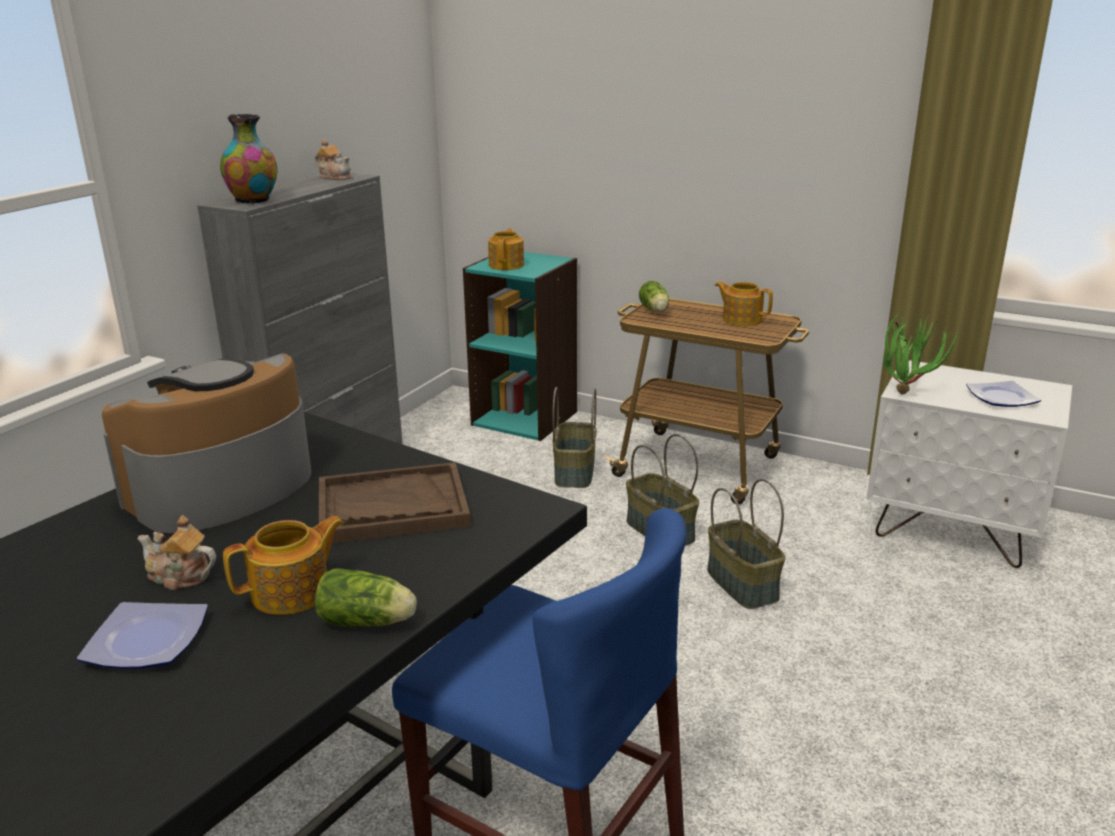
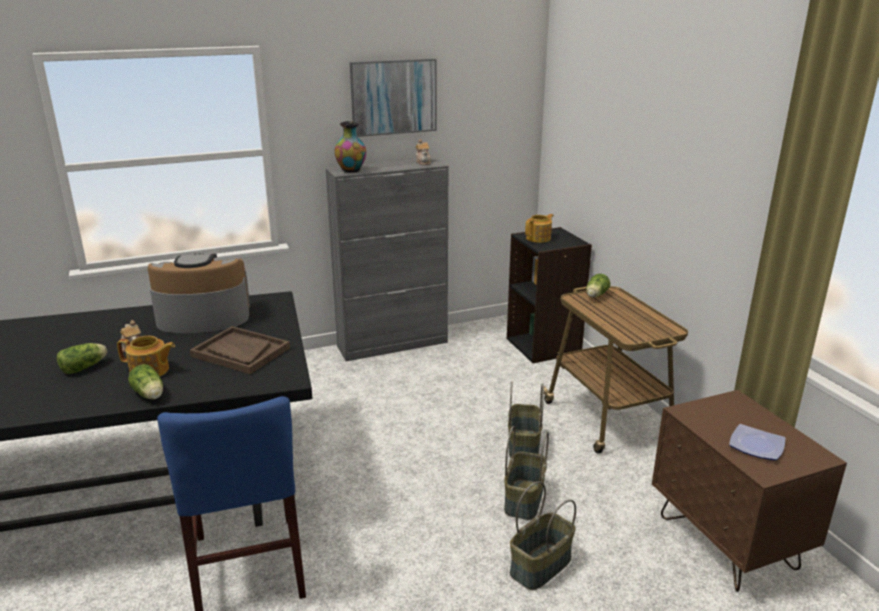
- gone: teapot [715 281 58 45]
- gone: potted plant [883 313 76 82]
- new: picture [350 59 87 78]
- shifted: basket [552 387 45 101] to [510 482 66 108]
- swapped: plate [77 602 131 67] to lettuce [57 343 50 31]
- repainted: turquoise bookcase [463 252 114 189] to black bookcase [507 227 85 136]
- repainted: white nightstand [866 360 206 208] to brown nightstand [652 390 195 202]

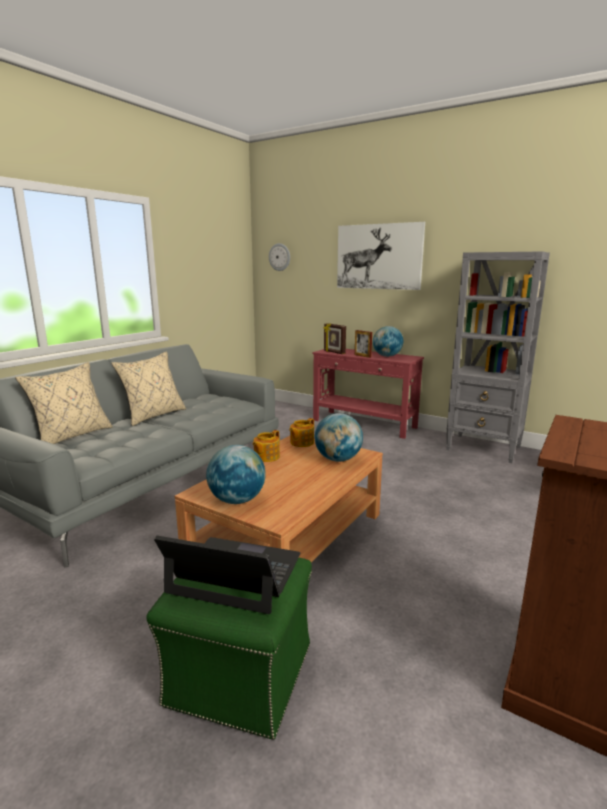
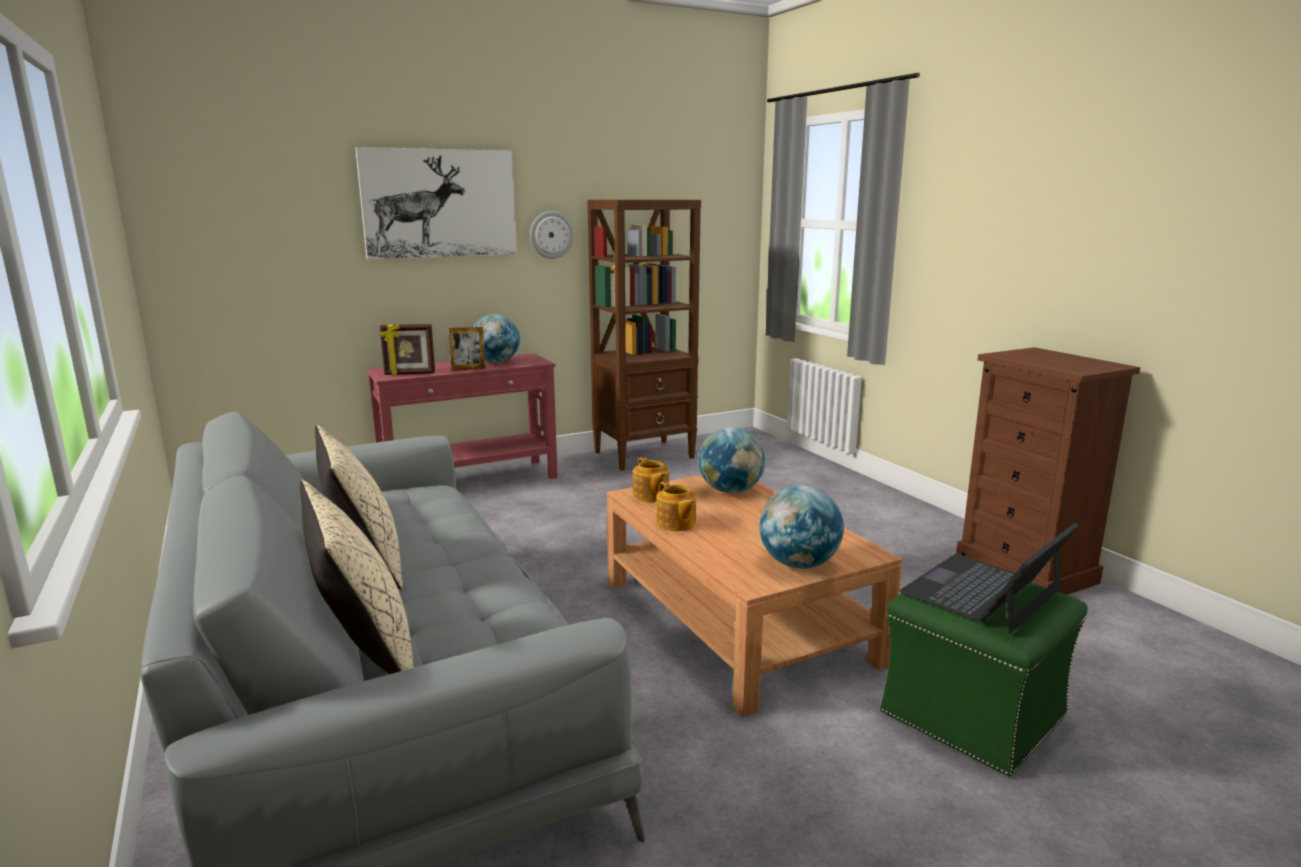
- shifted: wall clock [269 243 21 28] to [530 211 44 48]
- repainted: grey bookcase [446 251 104 212] to brown bookcase [587 199 114 272]

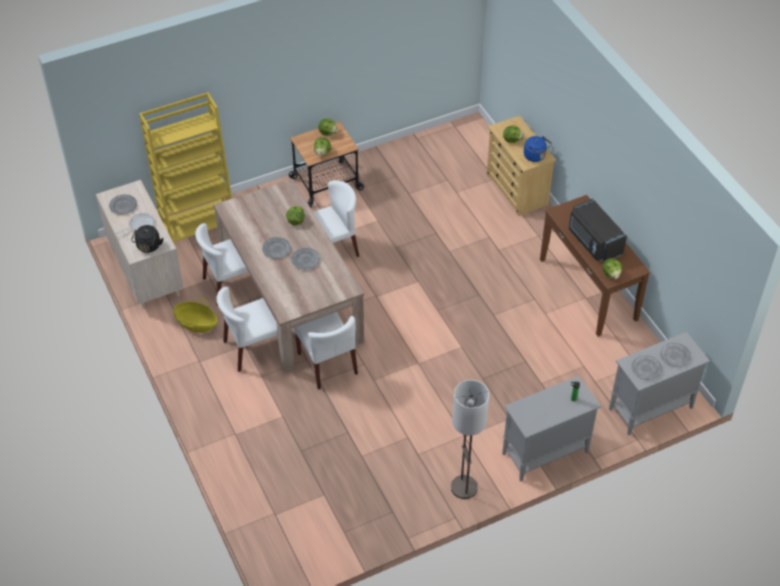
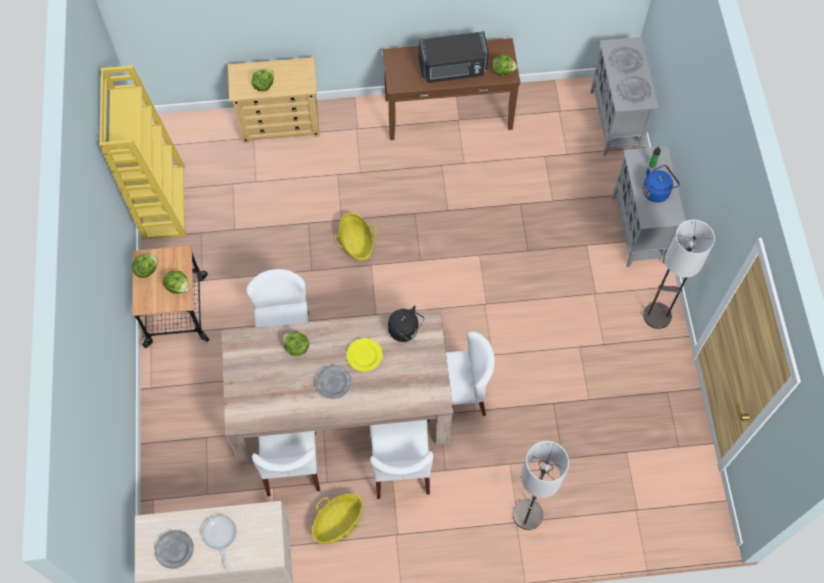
- new: basket [335 213 42 48]
- new: floor lamp [513 441 56 89]
- shifted: black kettle [131 225 32 28] to [388 306 36 36]
- shifted: yellow bookcase [139 92 93 151] to [99 65 87 175]
- shifted: blue kettle [524 136 28 26] to [643 165 37 38]
- repainted: grey plate [291 248 29 21] to yellow plate [346 338 36 34]

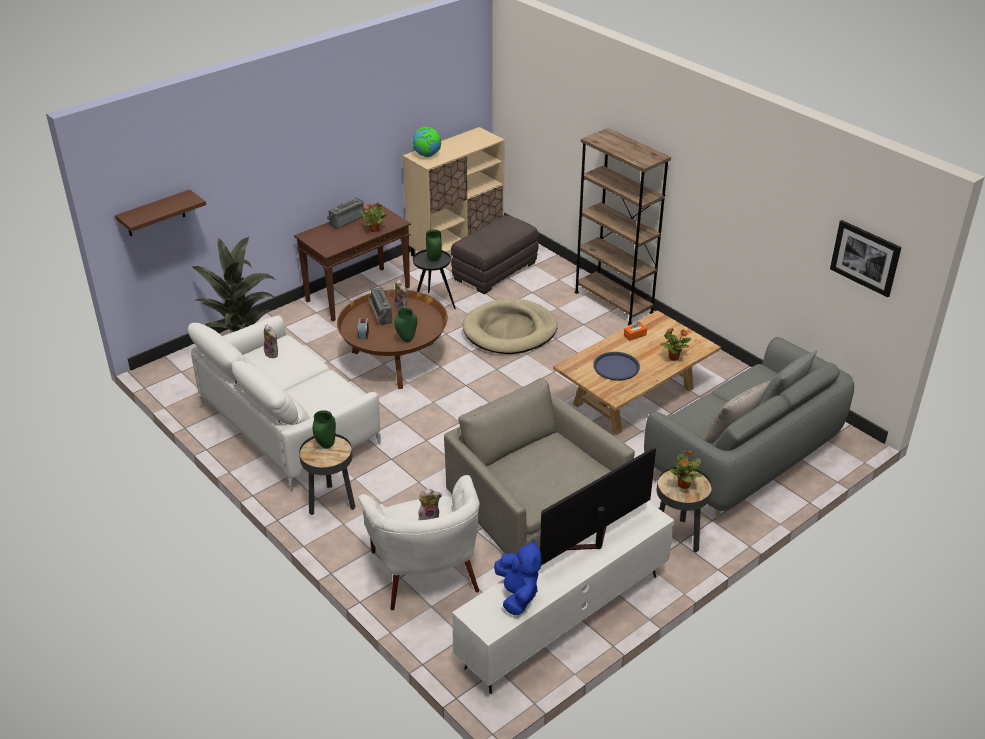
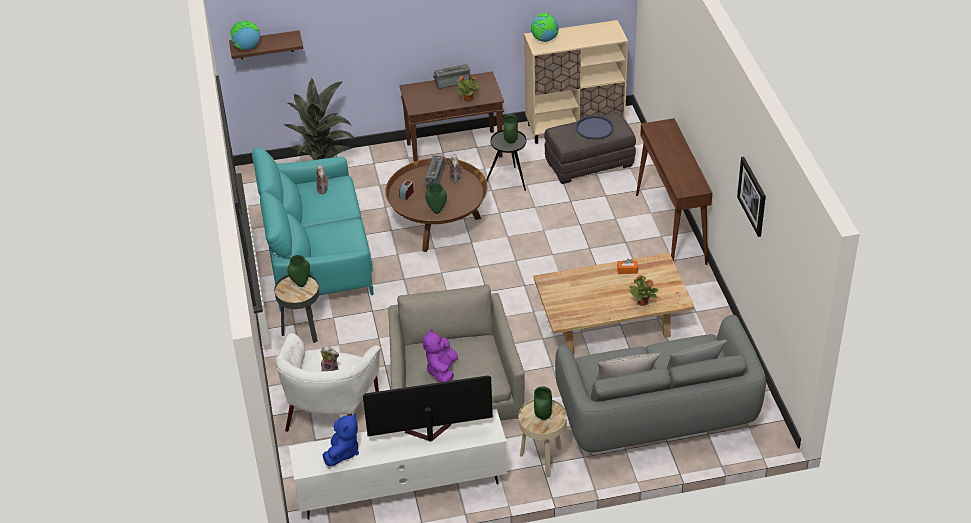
- gone: beige dog bed [463 299 95 55]
- new: globe [230 20 30 30]
- new: purple plush toy [423 329 35 53]
- shifted: blue tray [594 352 46 29] to [575 115 39 24]
- shifted: picture [830 220 72 77] to [737 157 29 80]
- swapped: brown bookcase [574 128 97 198] to brown console table [636 118 76 147]
- swapped: potted plant [669 450 32 39] to green vase [534 386 18 34]
- repainted: white sofa [188 316 193 176] to turquoise sofa [252 148 122 163]
- repainted: black side table [657 466 55 87] to beige side table [518 399 49 79]

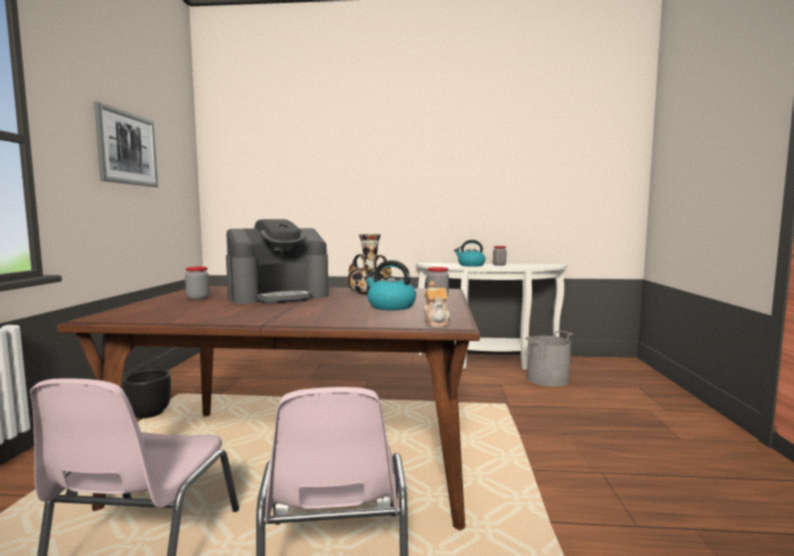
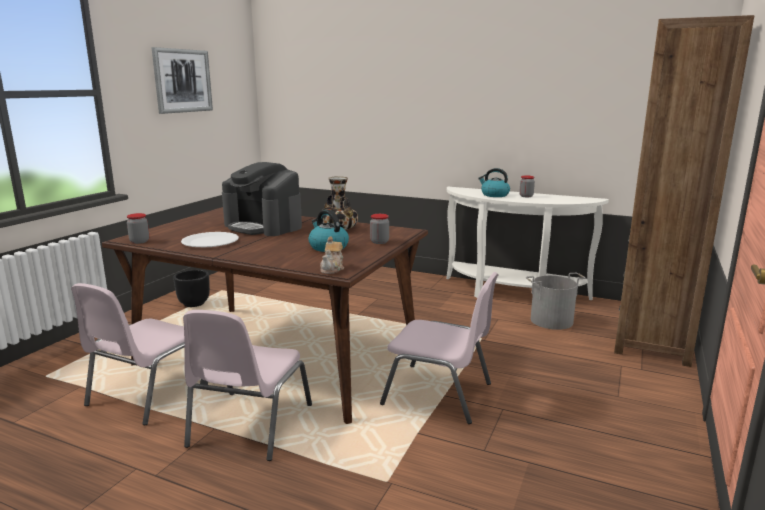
- new: white plate [181 232 58 15]
- new: pink chair [380 272 119 152]
- new: brown bookcase [614 15 140 352]
- shifted: jar [185 267 25 33] to [127 213 22 31]
- rotated: coffee machine [226 219 103 85] = [222 162 80 74] 45 degrees clockwise

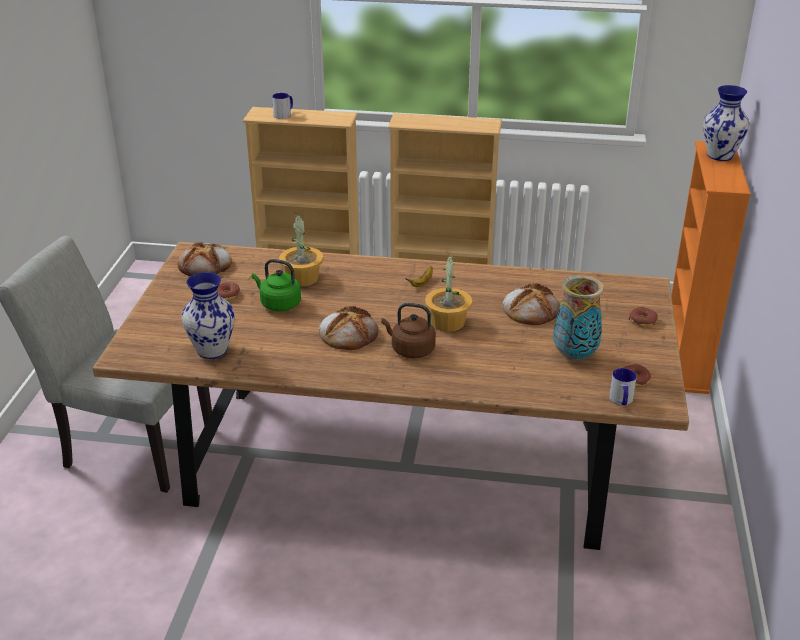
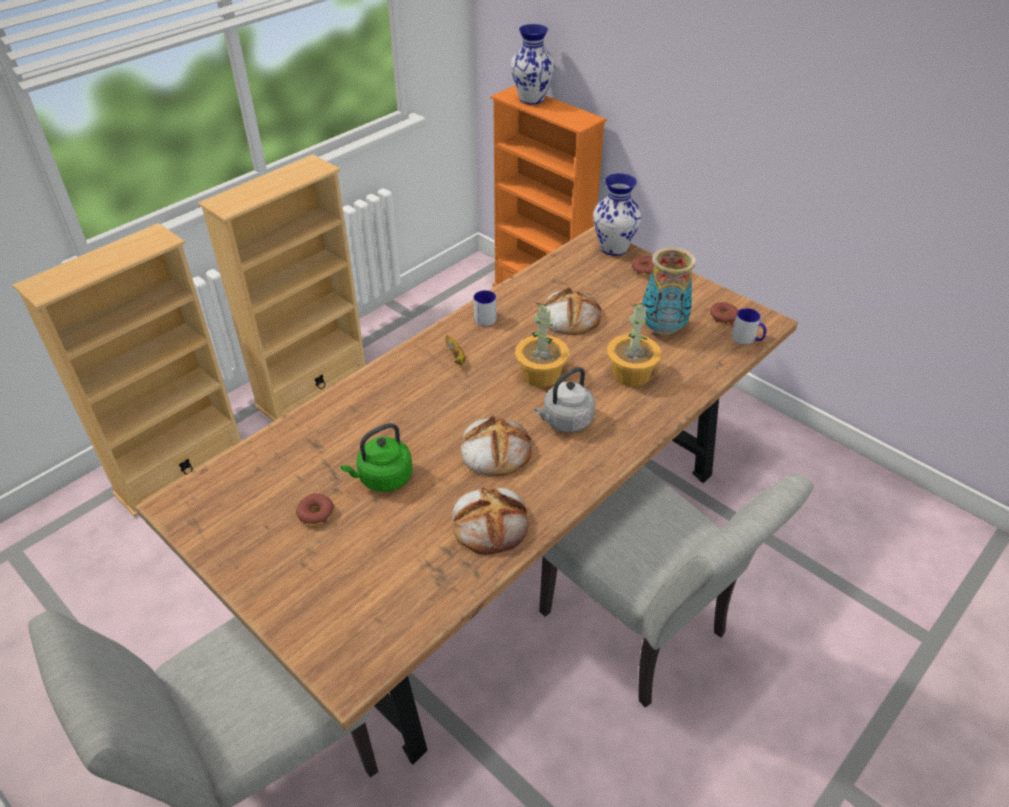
- new: grey chair [539 466 275 241]
- shifted: bread [178 242 54 34] to [452 486 76 69]
- shifted: vase [181 272 54 87] to [593 173 49 83]
- shifted: mug [272 93 21 26] to [474 290 22 36]
- shifted: potted plant [279 212 45 75] to [607 303 55 84]
- repainted: brown kettle [382 303 54 55] to grey kettle [535 367 60 65]

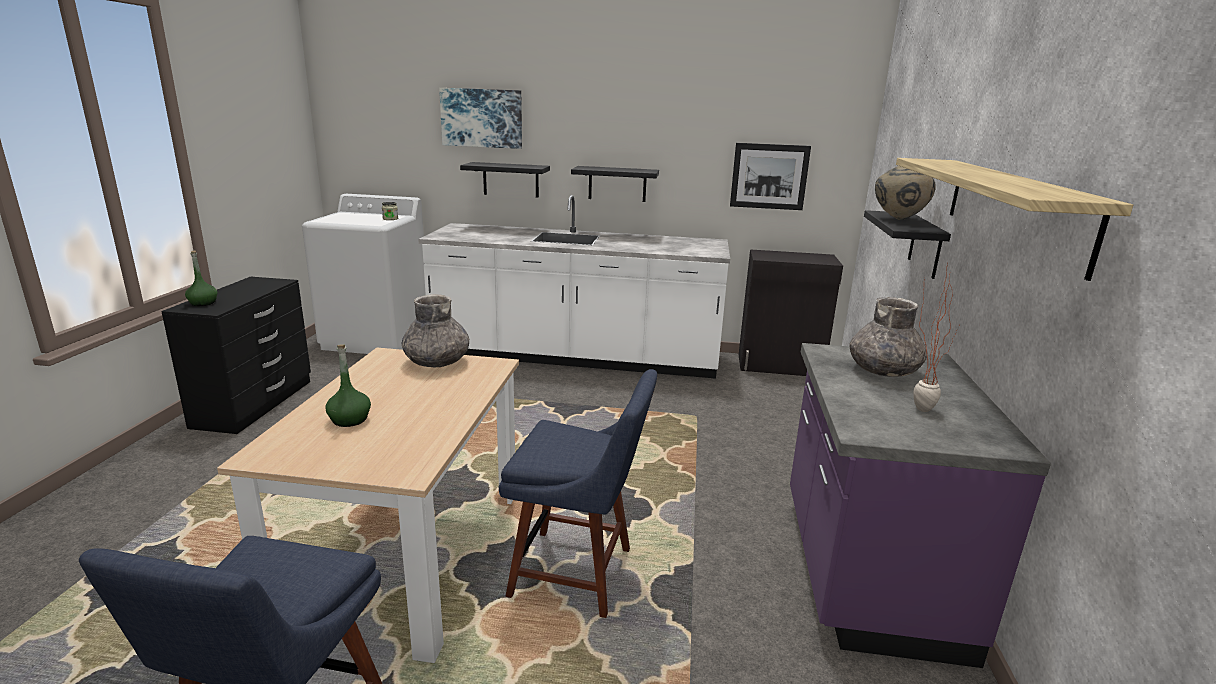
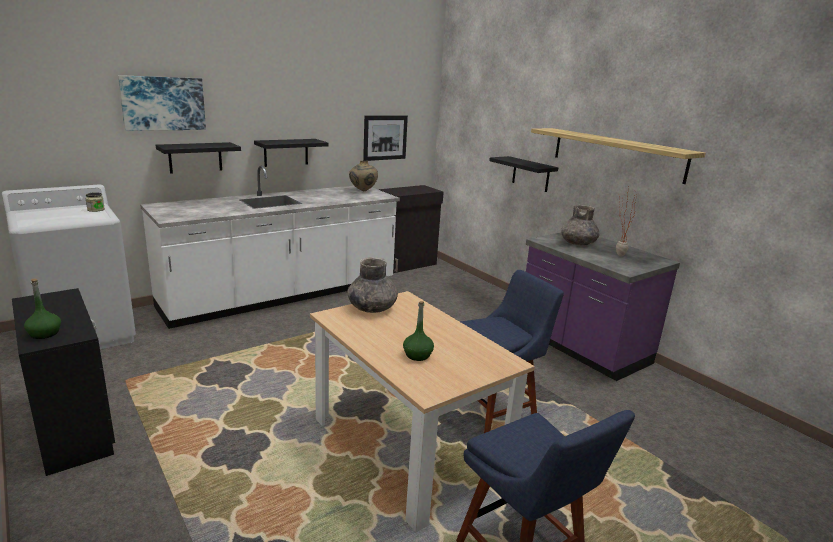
- shifted: beige vase [875 166 61 54] to [349 161 29 30]

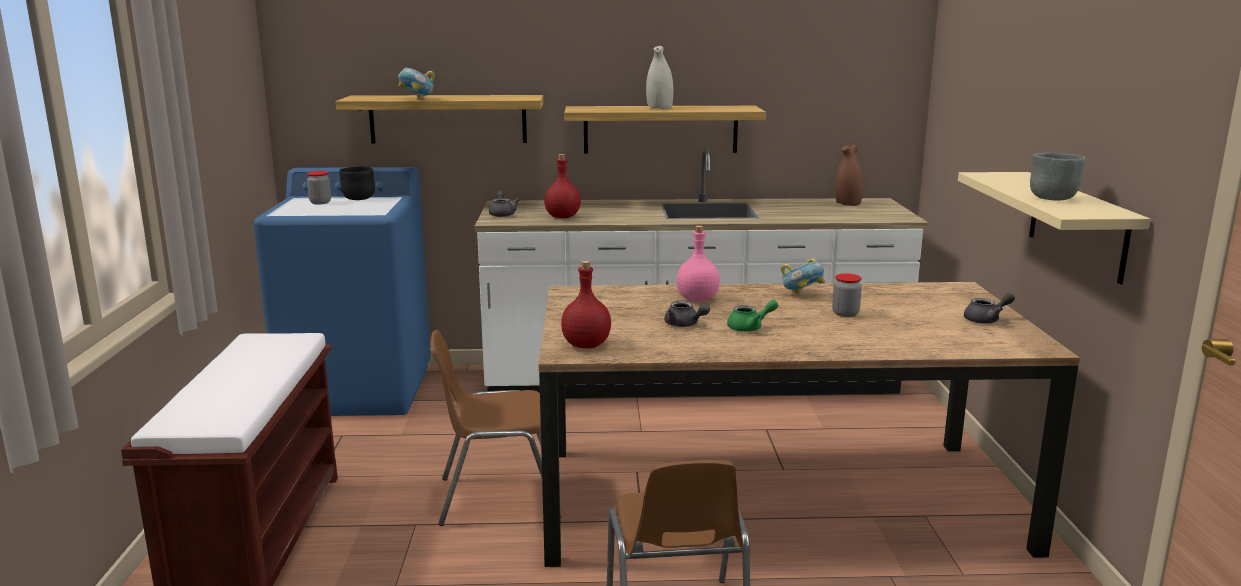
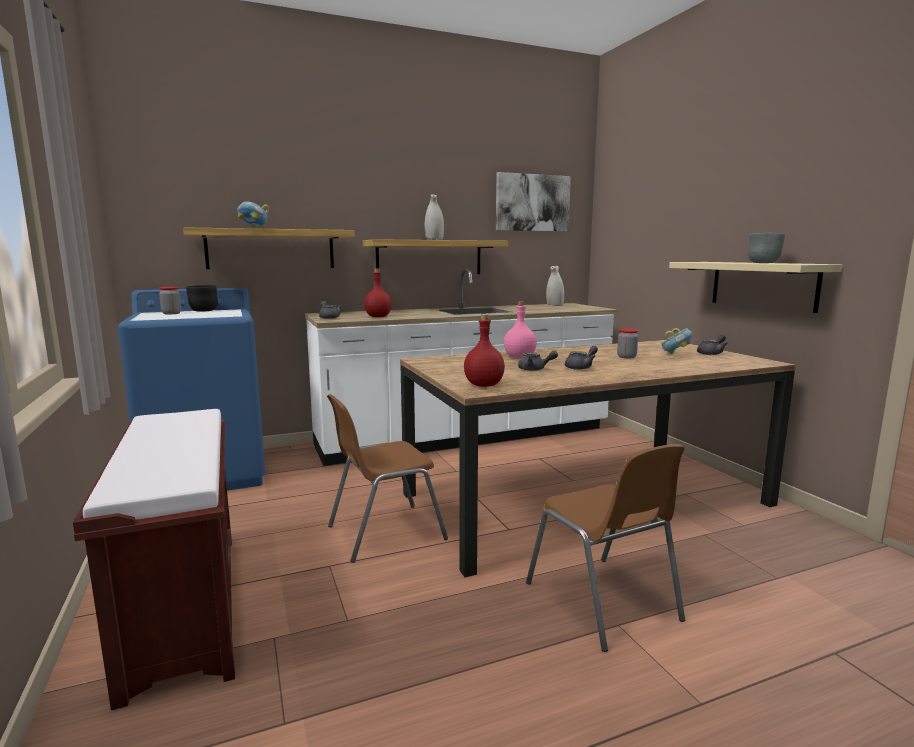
- new: picture [496 172 75 59]
- shifted: bowl [781 258 43 36] to [661 328 31 26]
- repainted: green teapot [727 300 51 32] to grey teapot [565 346 33 24]
- repainted: brown vase [835 145 28 61] to white vase [546 266 18 40]

